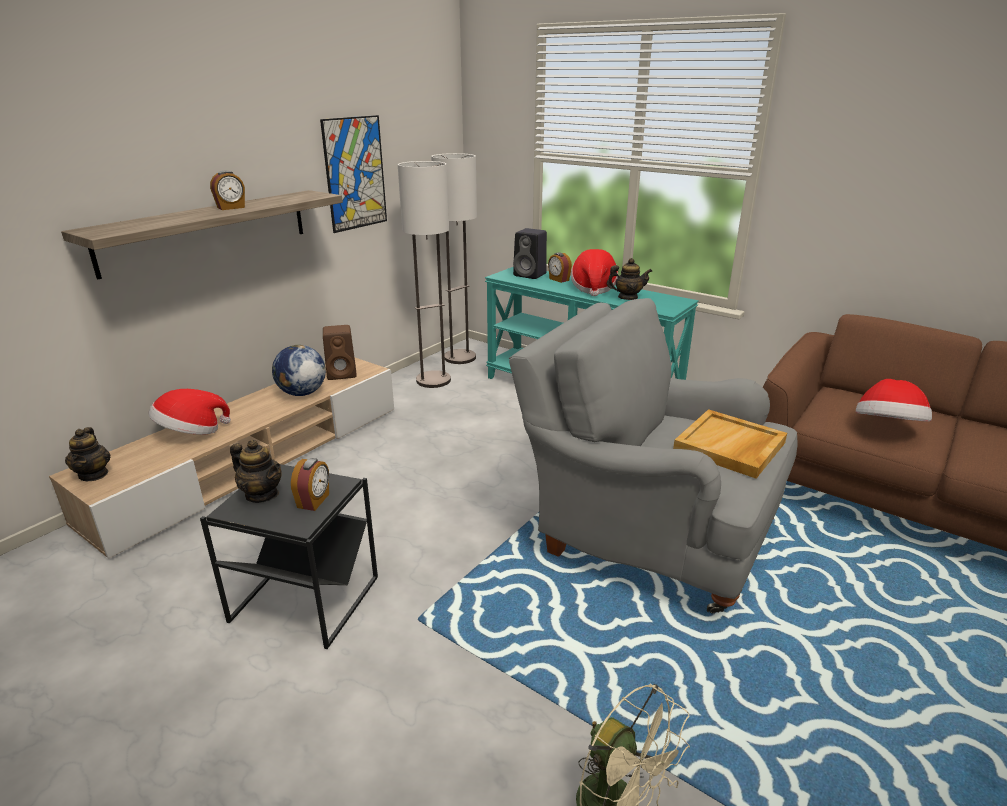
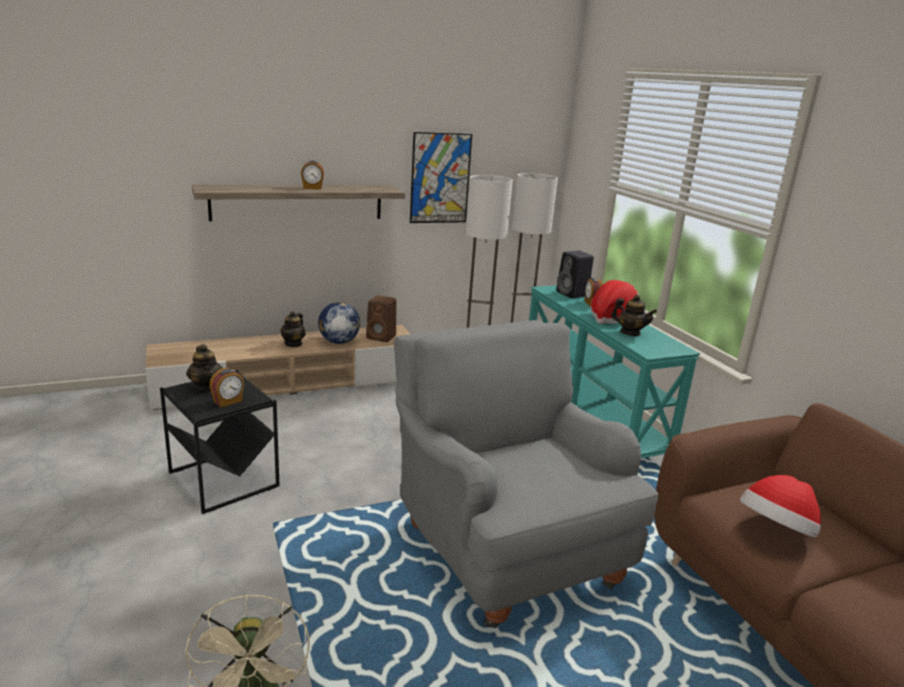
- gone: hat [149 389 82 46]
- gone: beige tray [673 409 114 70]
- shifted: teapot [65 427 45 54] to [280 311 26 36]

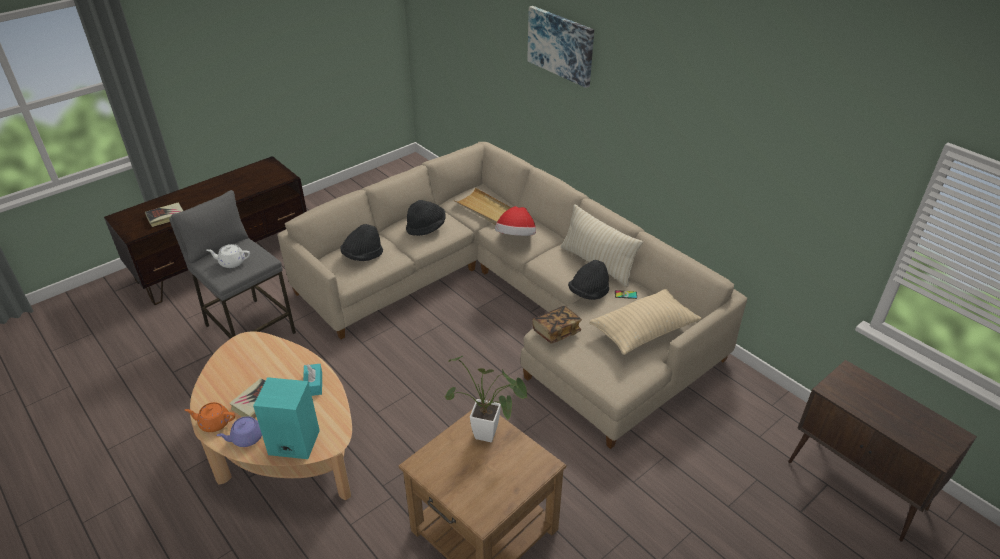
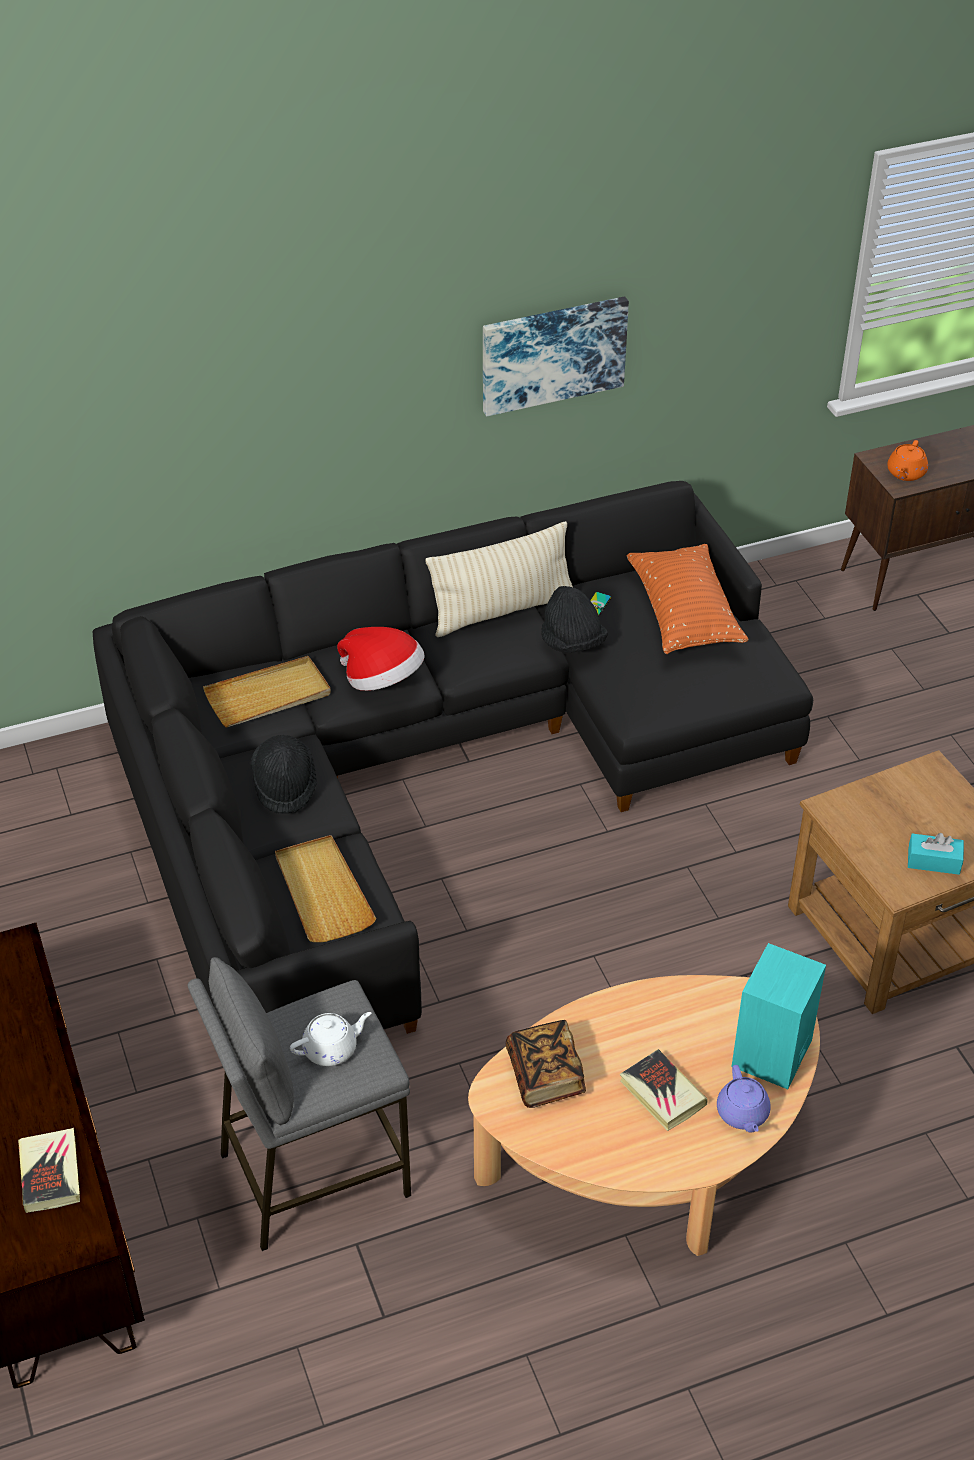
- gone: potted plant [444 356 83 86]
- shifted: orange teapot [185 402 50 30] to [887 440 41 41]
- shifted: turquoise tissue box [303 364 19 32] to [908 833 56 42]
- shifted: picture [527 6 67 82] to [483 296 146 120]
- shifted: book [532 306 50 38] to [506 1020 80 88]
- swapped: black hat [340 224 43 37] to beige tray [275 835 101 107]
- repainted: beige sofa [277 142 470 307] to black sofa [93 481 720 553]
- repainted: beige pillow [589 289 113 66] to orange pillow [627 544 122 110]
- rotated: white teapot [207 244 43 24] = [290 1012 81 54] 135 degrees counterclockwise

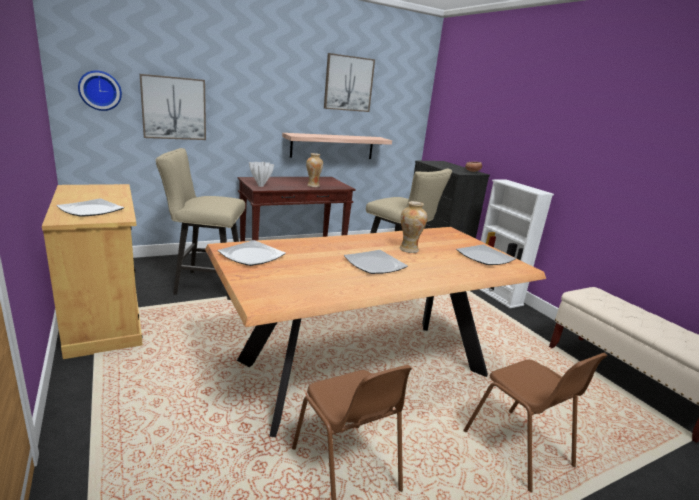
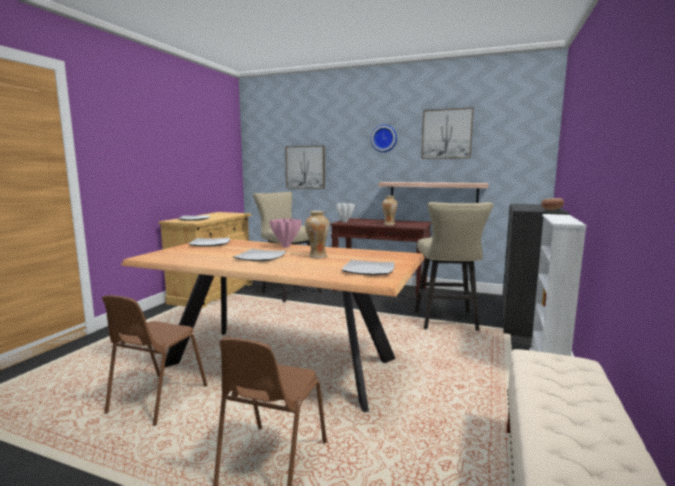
- new: pink vase [269 218 33 30]
- shifted: wall clock [78 70 44 41] to [371 125 26 27]

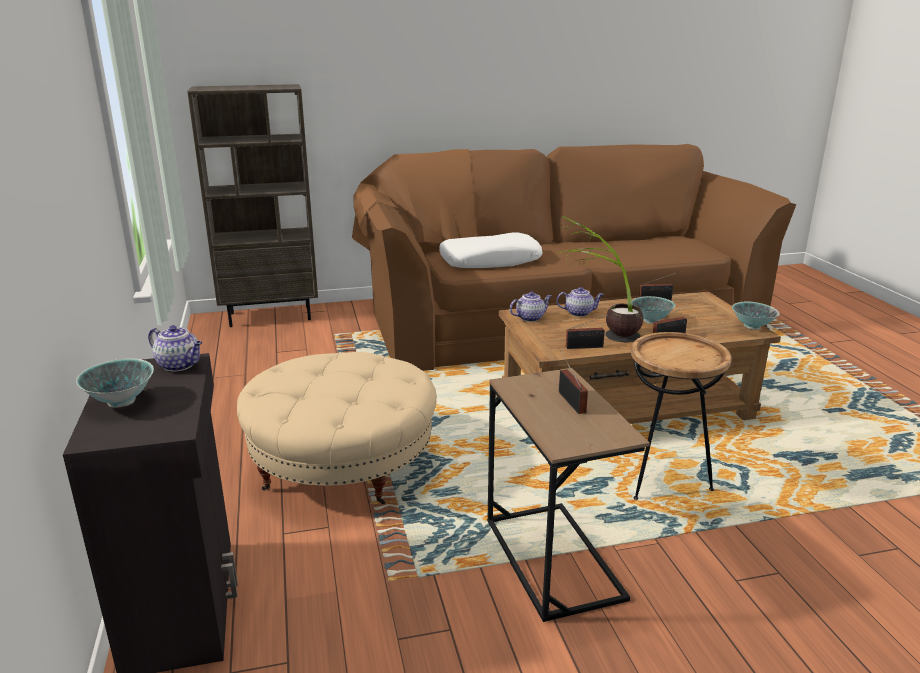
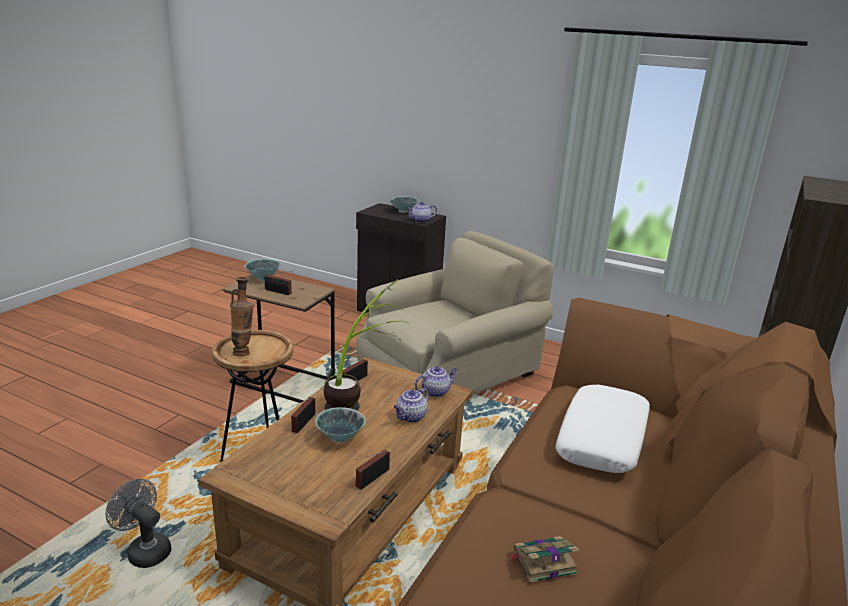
- new: grey fan [106 479 65 89]
- new: vase [230 277 24 79]
- new: book [508 536 71 47]
- shifted: bowl [732 302 48 28] to [244 259 37 22]
- swapped: beige ottoman [237 352 200 152] to beige armchair [356 231 198 163]
- rotated: teapot [509 291 43 31] = [415 366 43 31] 135 degrees counterclockwise

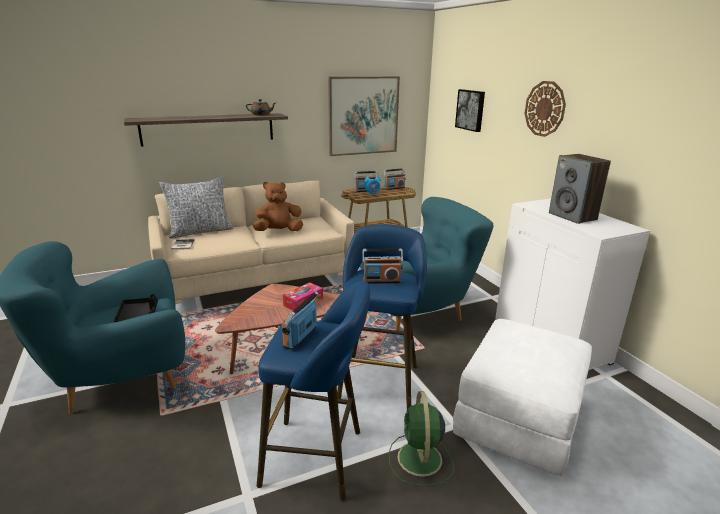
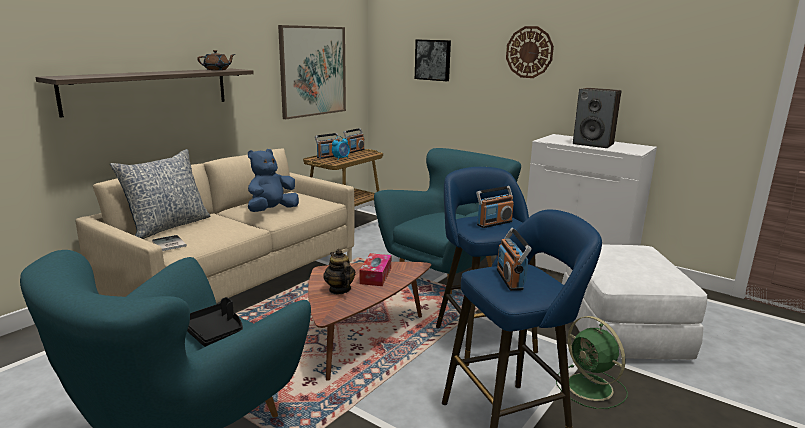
- new: teapot [323 249 32 45]
- repainted: brown plush toy [252 182 51 49] to blue plush toy [248 149 51 63]

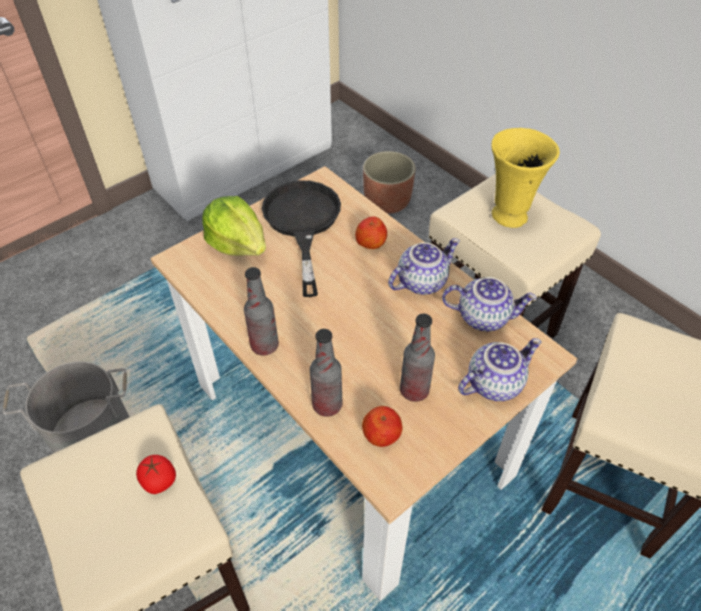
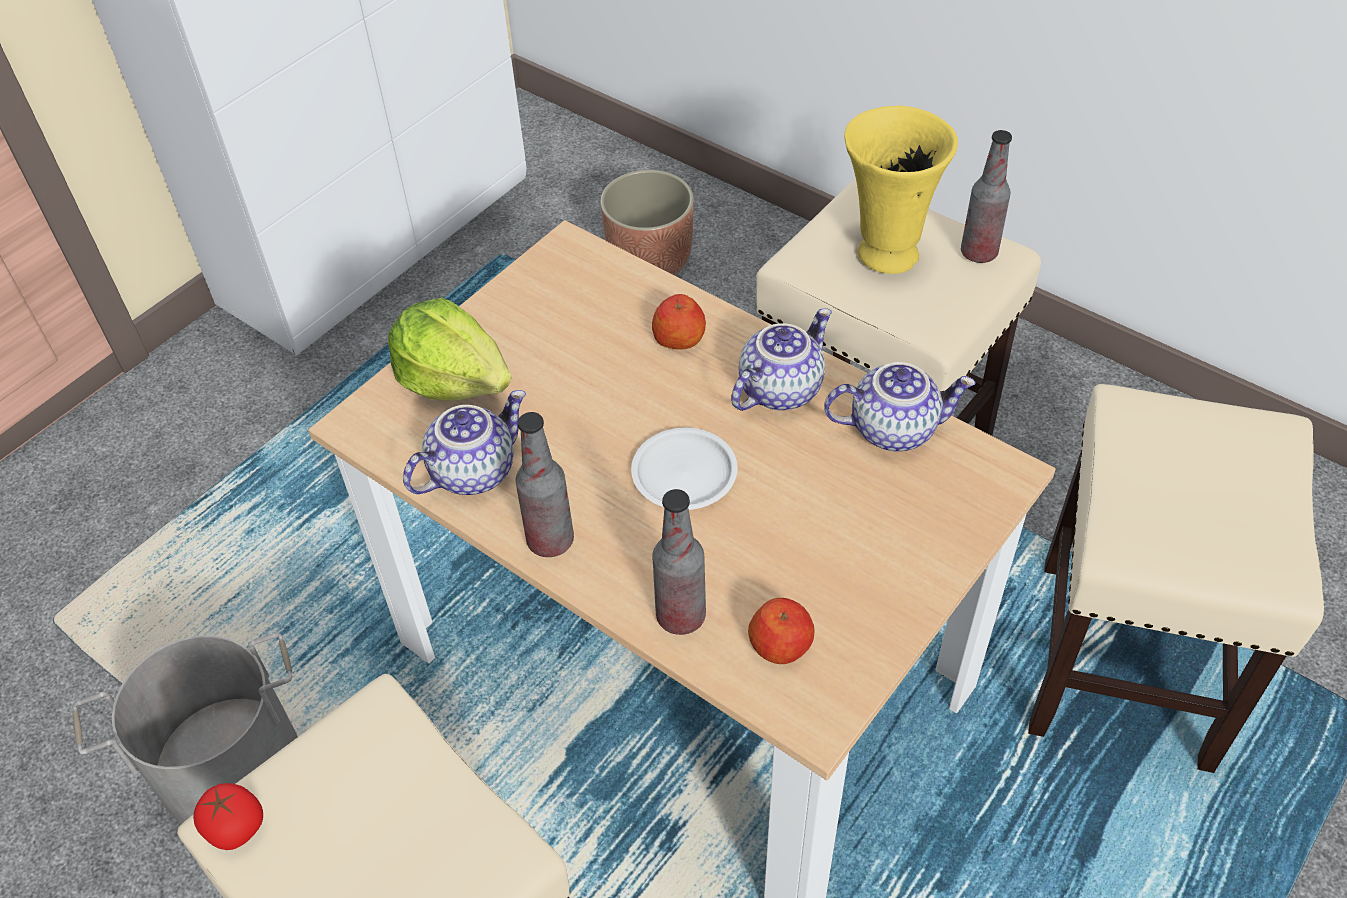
- gone: black frying pan [262 180 79 117]
- new: white plate [631 428 106 82]
- shifted: tomato [136 455 40 39] to [193 783 70 67]
- shifted: bottle [400 314 35 88] to [961 130 51 133]
- shifted: teapot [458 338 83 63] to [403 390 123 105]

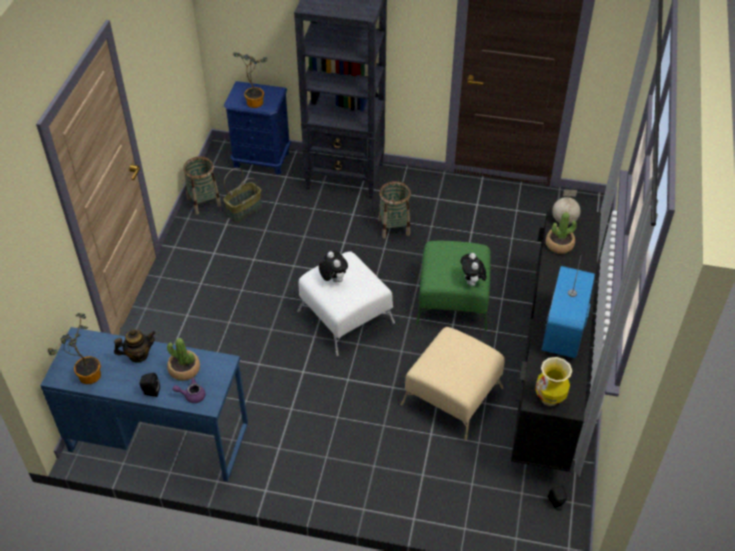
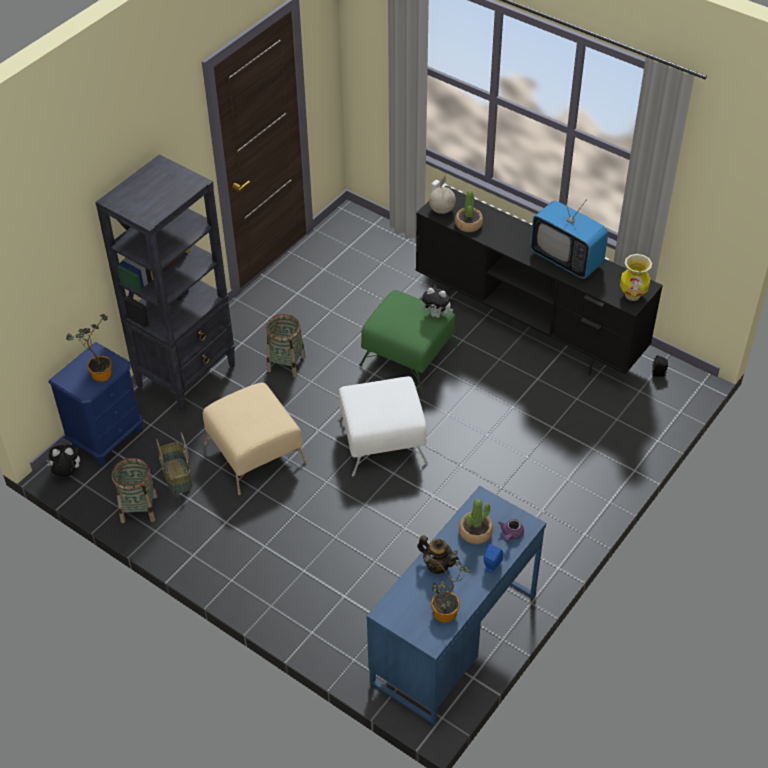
- shifted: plush toy [319 251 29 31] to [47 445 33 31]
- shifted: beige ottoman [401 327 104 113] to [203 383 104 112]
- repainted: black speaker [139 373 21 24] to blue speaker [484 544 19 29]
- rotated: teapot [114 329 42 34] = [417 535 41 39] 120 degrees clockwise

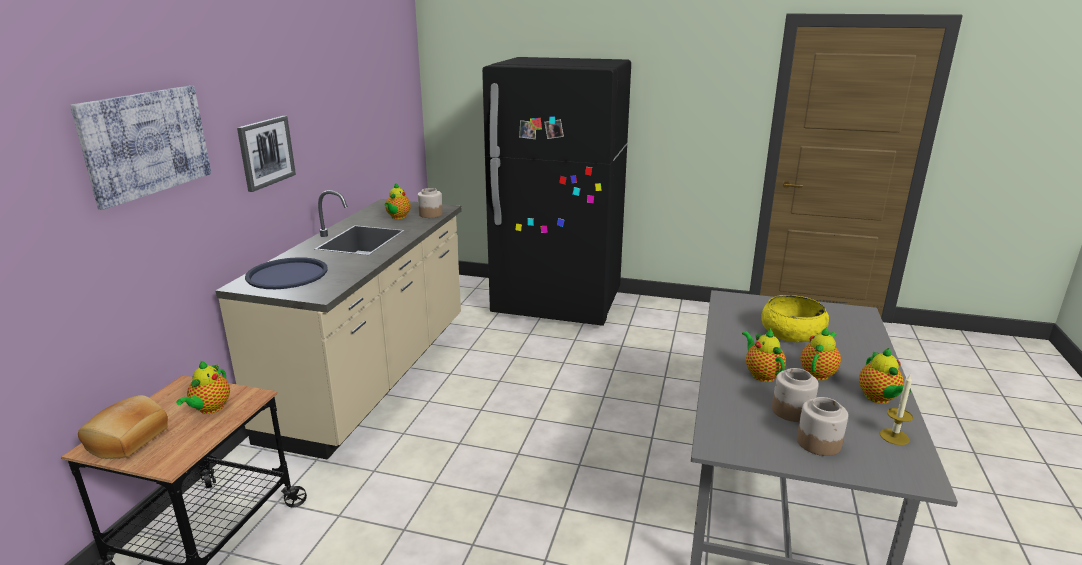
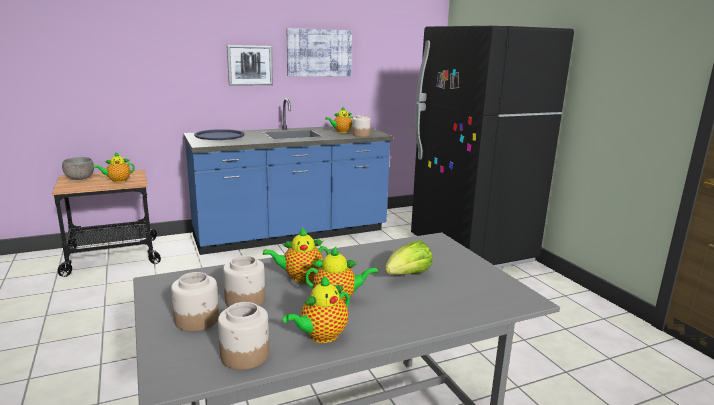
- shifted: picture [70 86 141 124] to [287 28 65 49]
- swapped: bread [78 395 90 64] to grey bowl [62 157 32 23]
- swapped: yellow bowl [761 295 68 48] to lettuce [385 240 48 35]
- swapped: candle [880 375 33 70] to jar [218 302 51 68]
- repainted: beige counter [215 190 247 270] to blue counter [183 98 210 157]
- rotated: teapot [742 329 44 53] = [263 227 67 55] 135 degrees counterclockwise

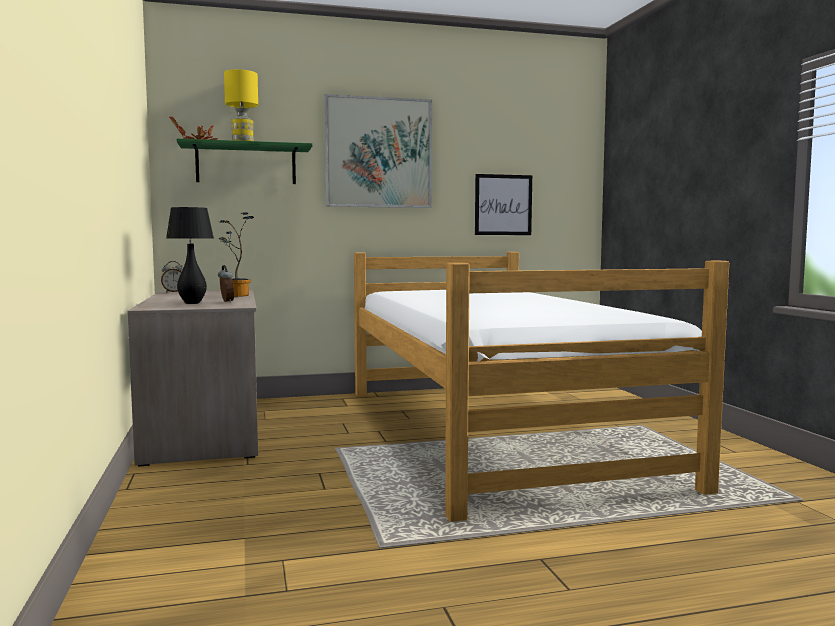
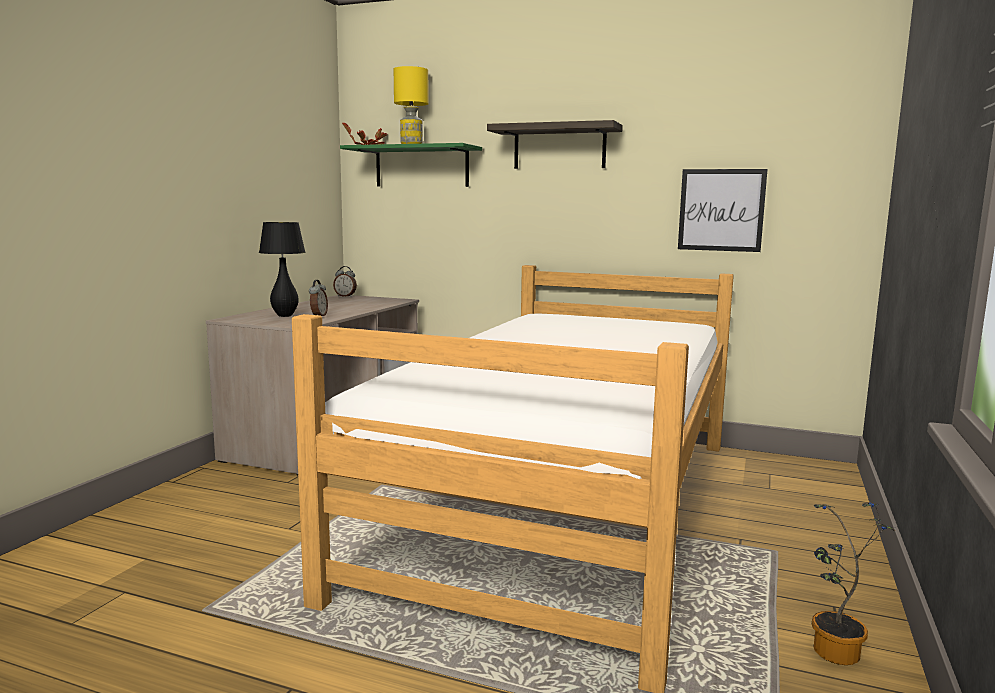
- shifted: potted plant [219 212 35 85] to [812 503 84 162]
- swapped: picture [324 94 108 114] to shelf [487 120 136 49]

